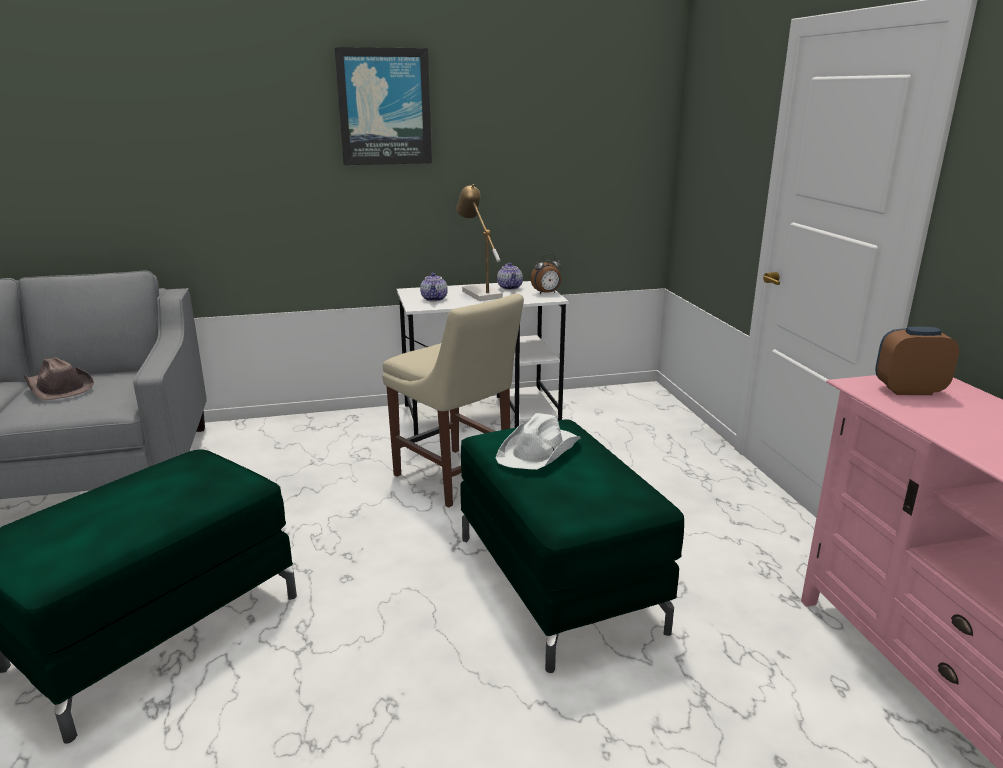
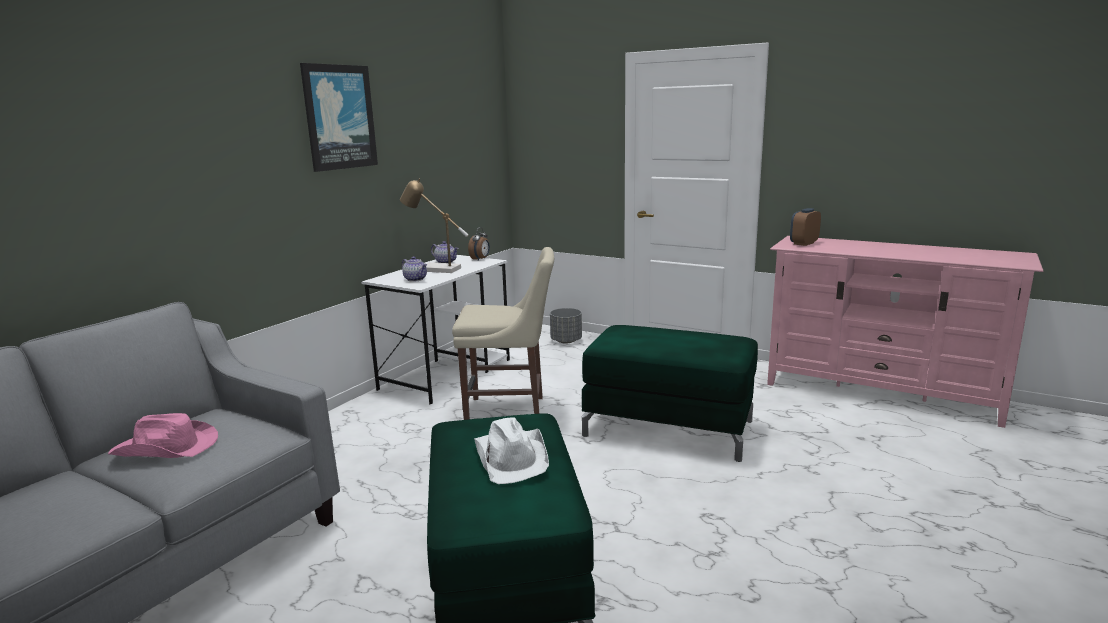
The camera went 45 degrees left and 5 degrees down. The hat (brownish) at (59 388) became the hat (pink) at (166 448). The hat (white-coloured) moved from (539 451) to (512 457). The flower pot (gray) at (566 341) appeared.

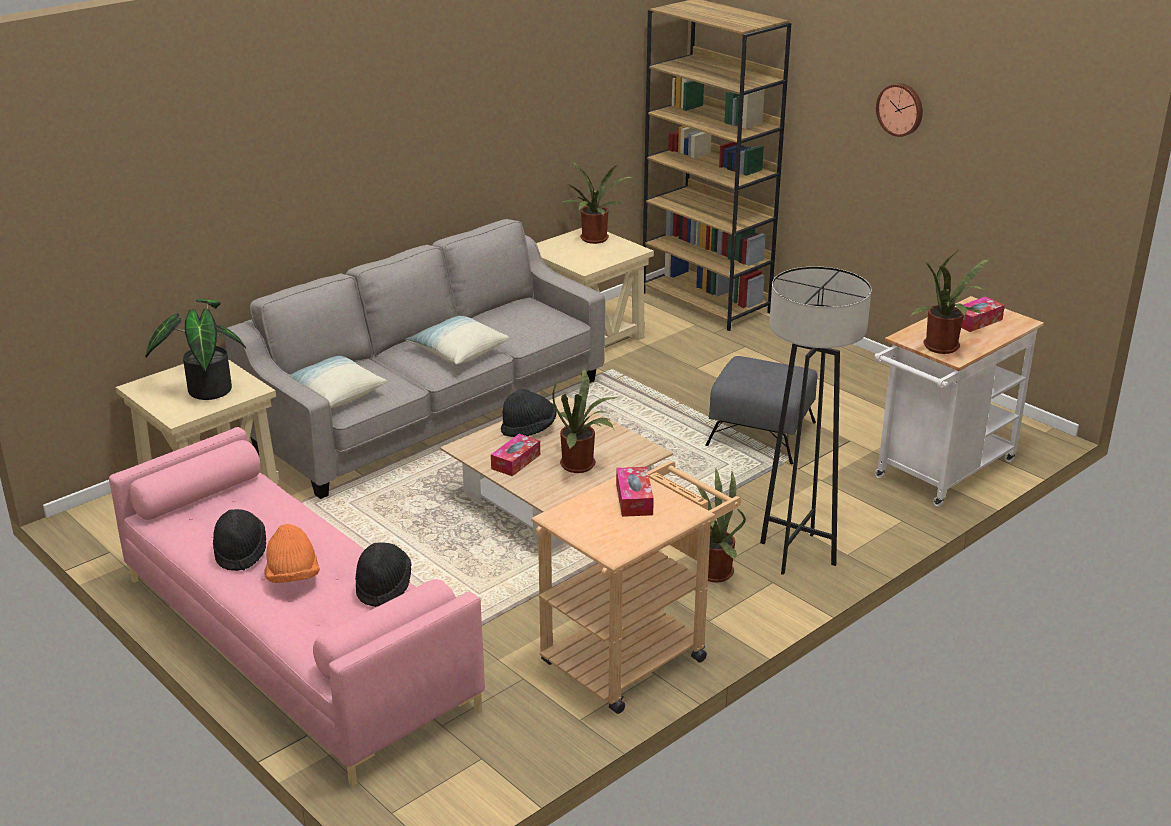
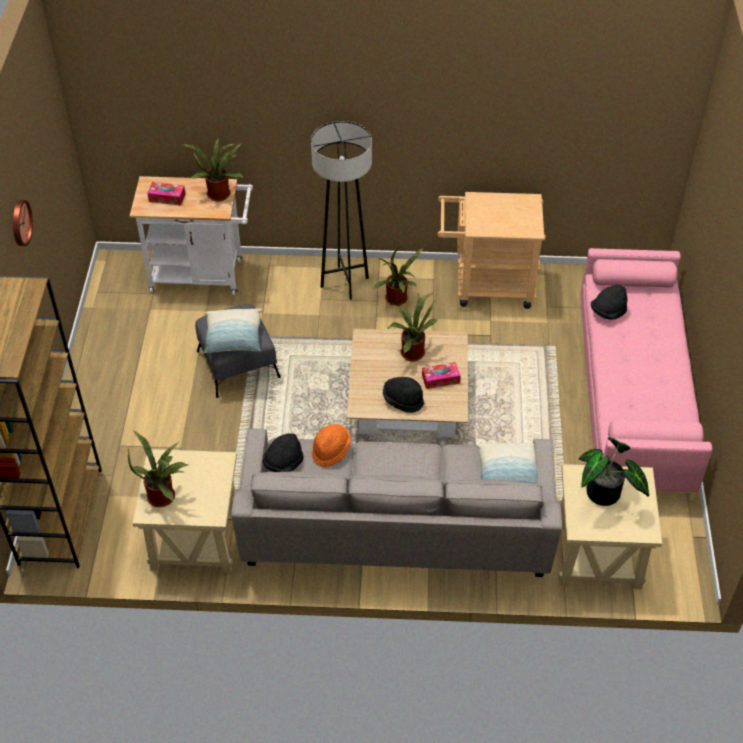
The camera went 135 degrees left and 20 degrees up. The pillow moved from (458 352) to (234 338). The hat (black) moved from (240 552) to (283 463). The hat (orange-coloured) moved from (293 577) to (331 450). The box of tissues at (634 499) disappeared.

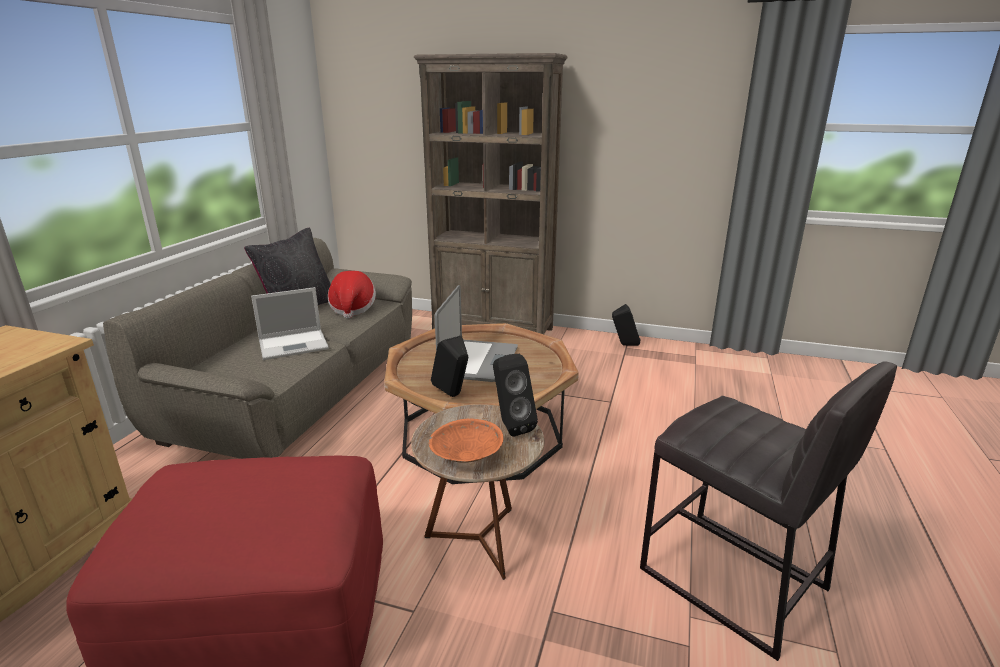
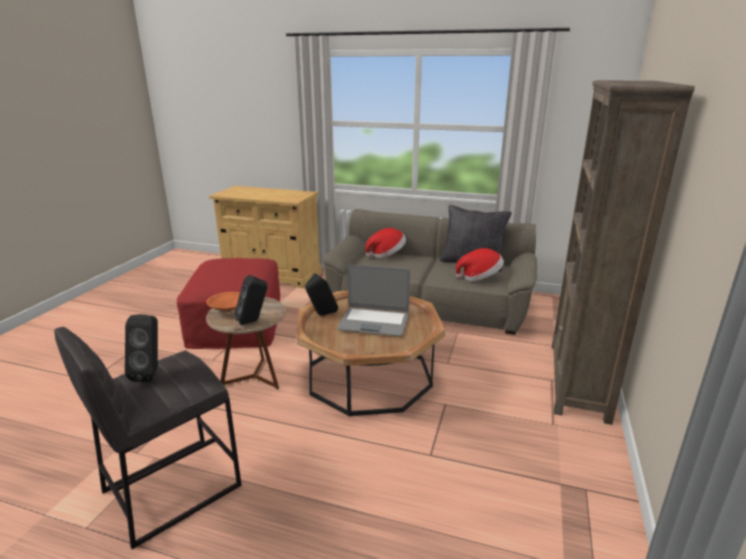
The camera went 90 degrees right and 0 degrees up. The audio speaker (black) moved from (624 345) to (151 373). The hat at (386 254) appeared. The laptop at (295 344) disappeared.

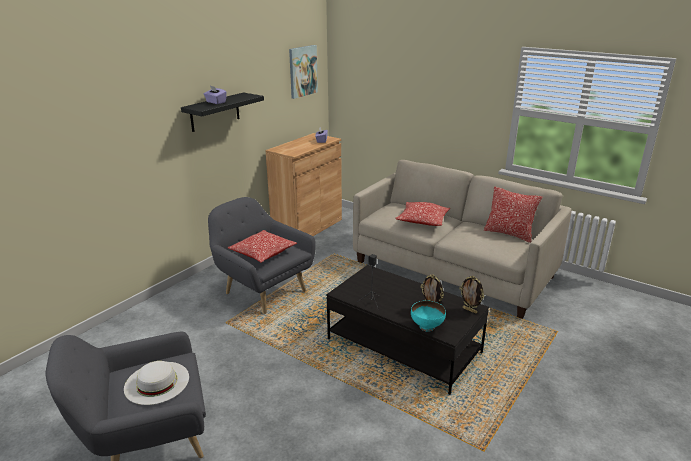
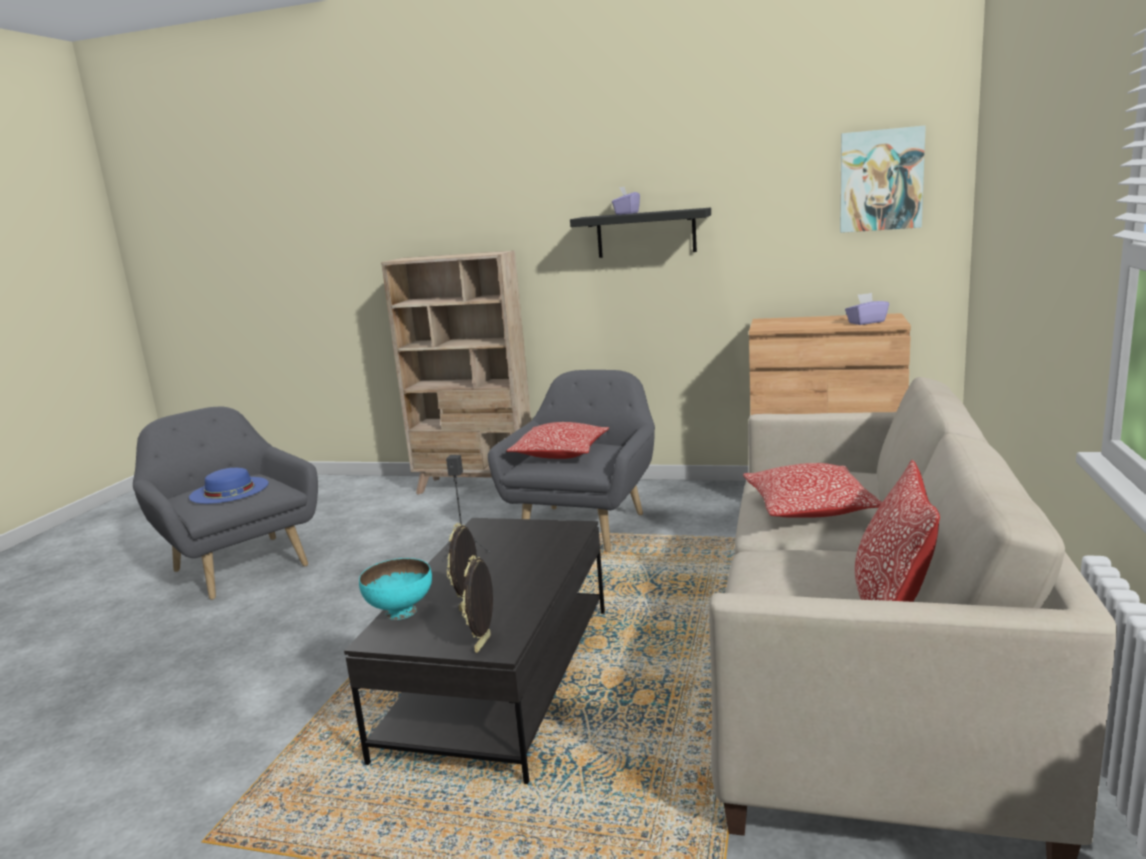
The camera went 70 degrees right and 10 degrees down. The hat (white-coloured) at (157 382) became the hat (blue) at (229 490). The bookcase (beige) at (476 487) appeared.

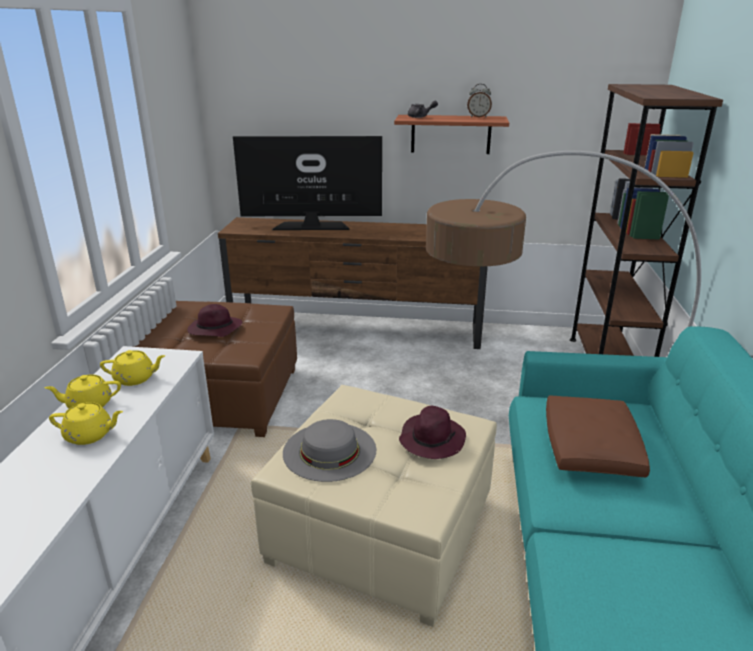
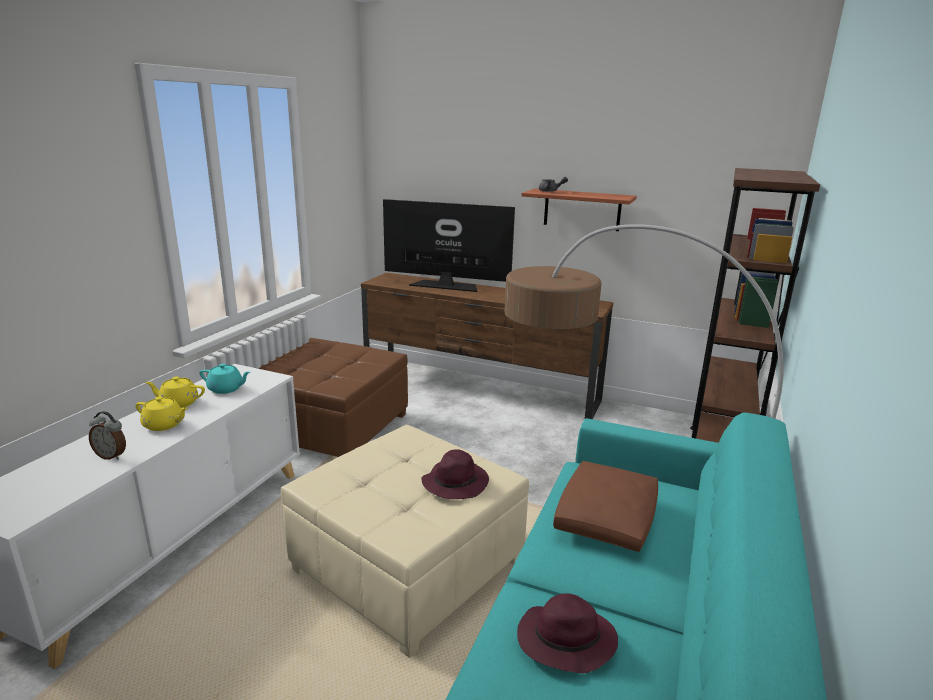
The camera went 15 degrees right and 5 degrees down. The bedside clock moved from (478 117) to (111 456). The tea pot (yellow) at (135 378) became the tea pot (turquoise-coloured) at (226 389). The hat (purple-coloured) moved from (214 330) to (564 641). The hat (gray) at (329 451) disappeared.

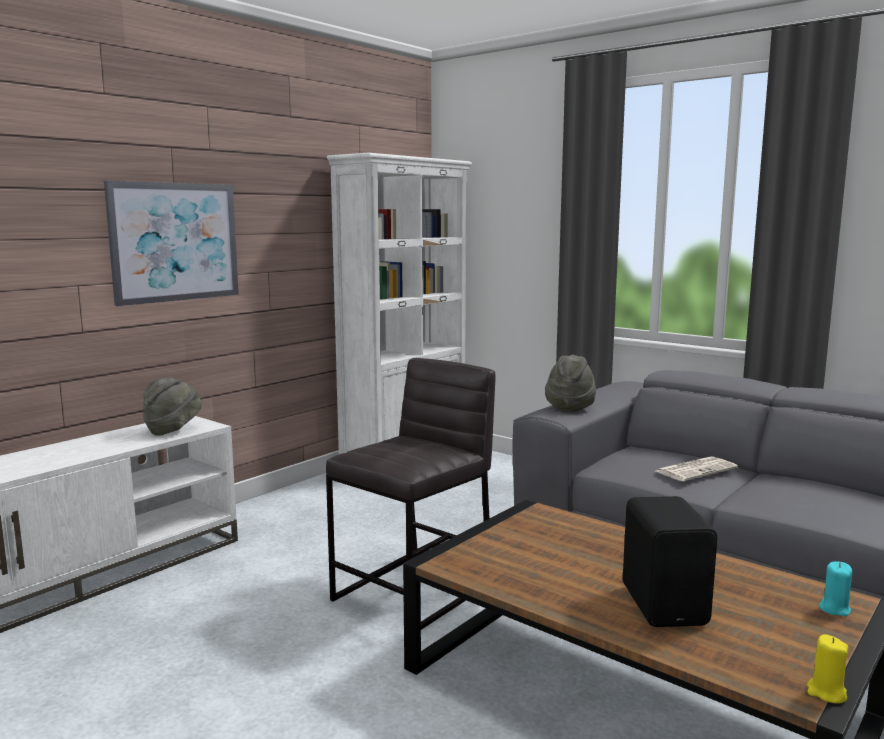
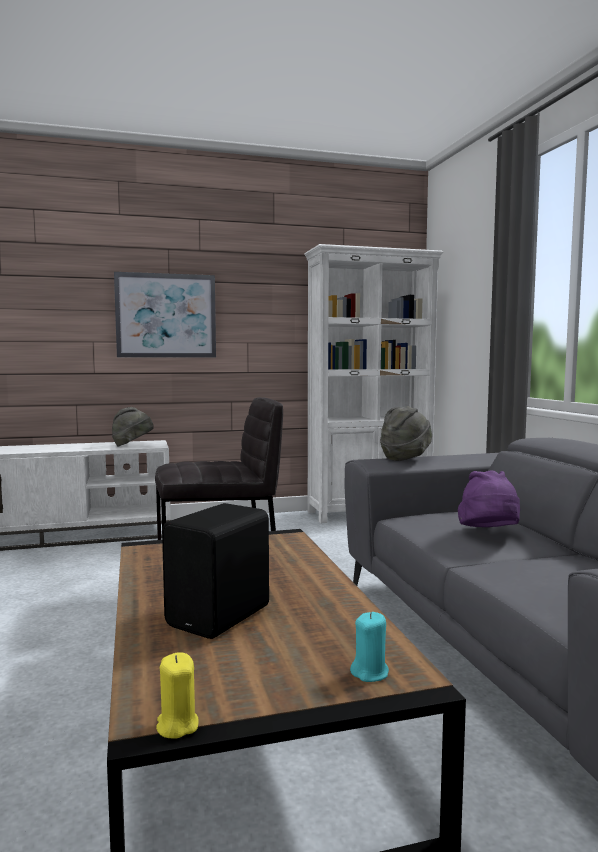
The camera went 35 degrees right and 5 degrees down. The printed paper at (696 470) was replaced by the hat (purple-coloured) at (489 533).

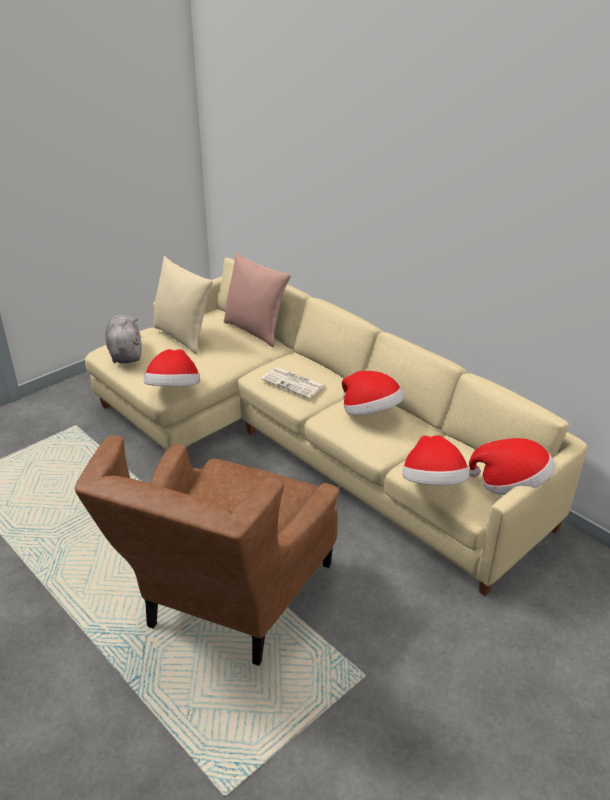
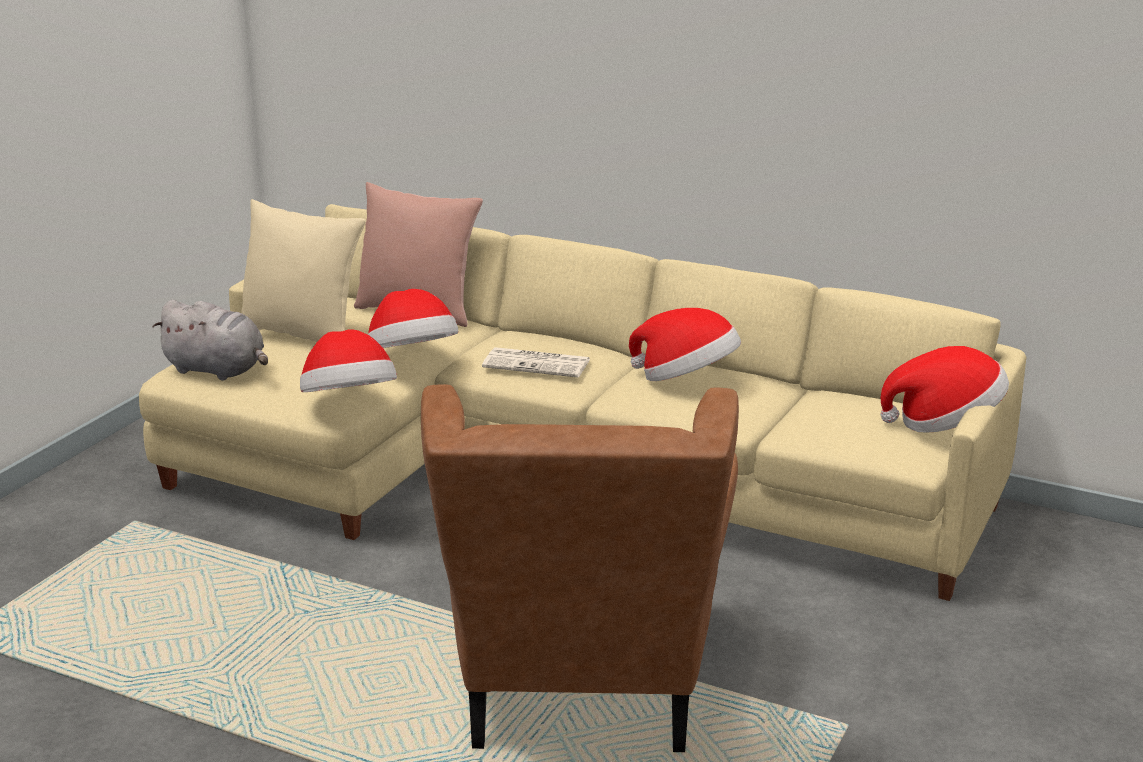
The camera went 20 degrees left and 10 degrees down. The cuddly toy (gray) at (125 353) turned 150 degrees clockwise. The hat moved from (433 485) to (412 358).

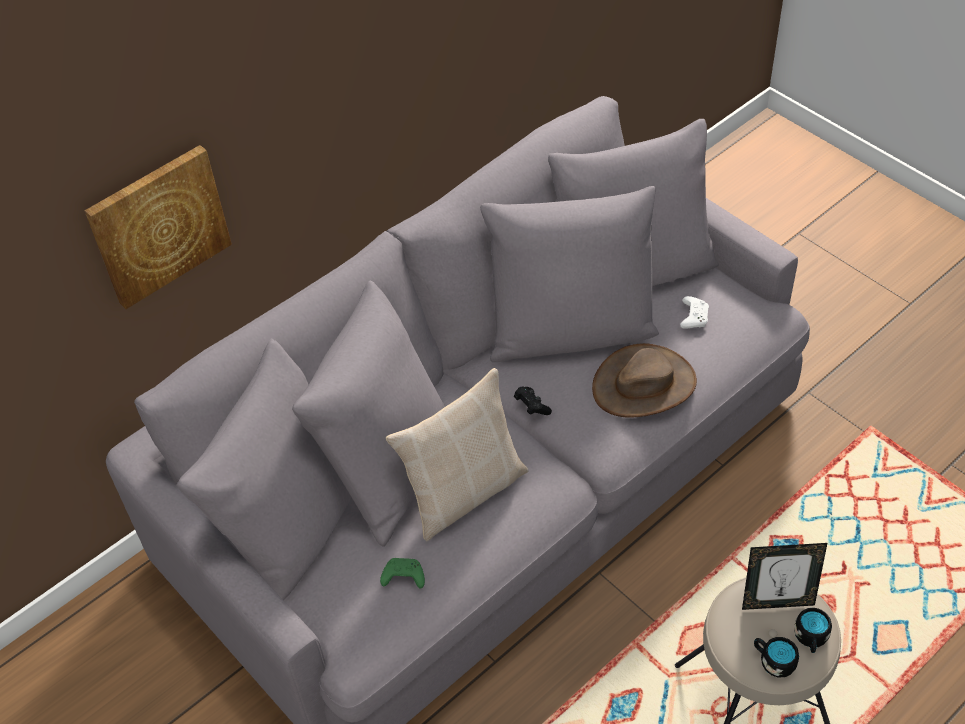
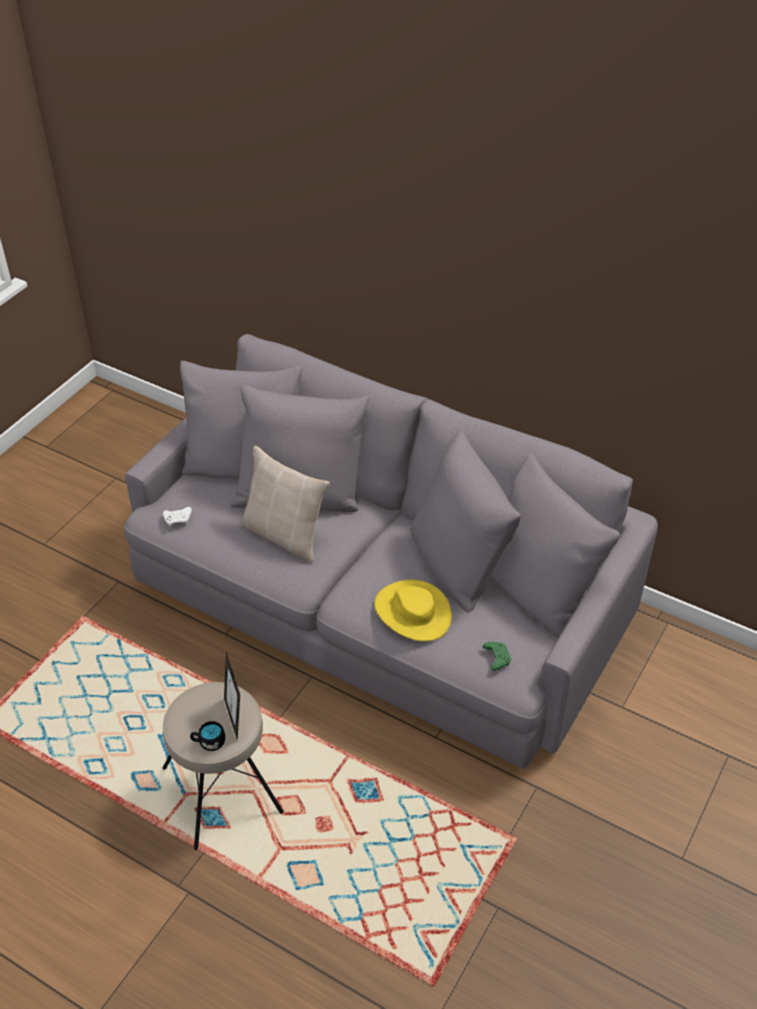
The camera went 70 degrees right and 5 degrees down. The gamepad (white-coloured) moved from (693 317) to (178 519). The hat (brownish) at (644 384) became the hat (yellow) at (413 612). The gamepad (green) moved from (403 577) to (496 658). The picture at (158 225) disappeared. The gamepad (black) at (531 406) disappeared. The coffee mug (black) at (773 660) disappeared.

